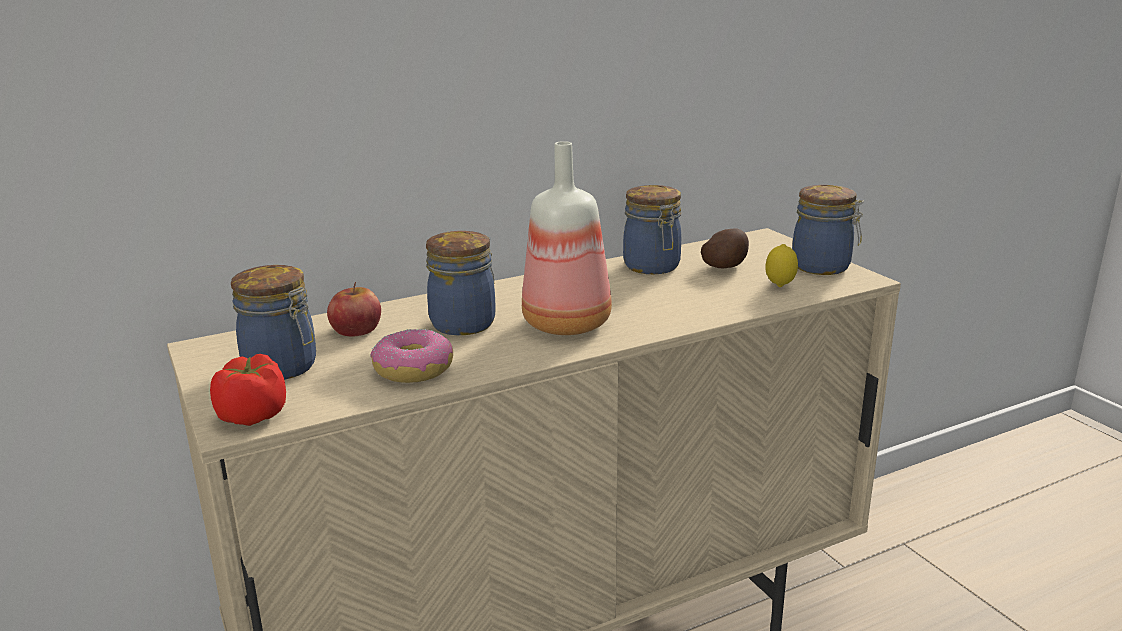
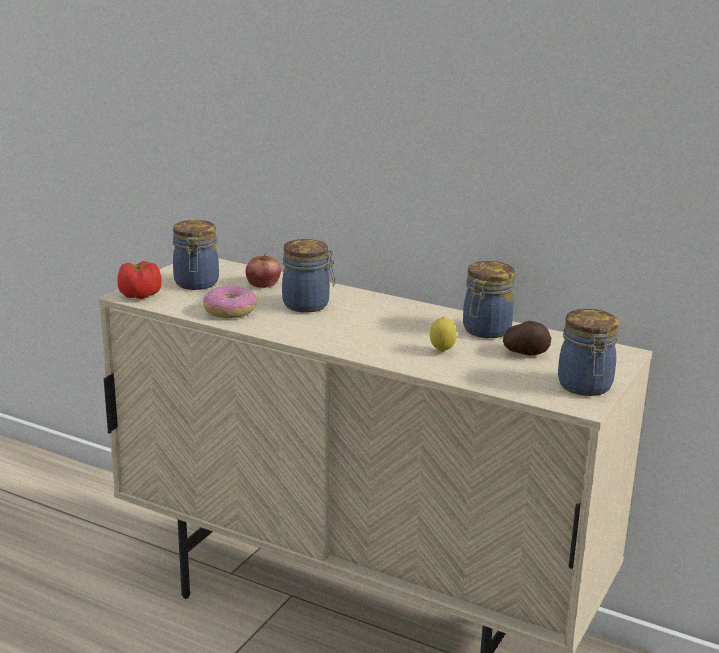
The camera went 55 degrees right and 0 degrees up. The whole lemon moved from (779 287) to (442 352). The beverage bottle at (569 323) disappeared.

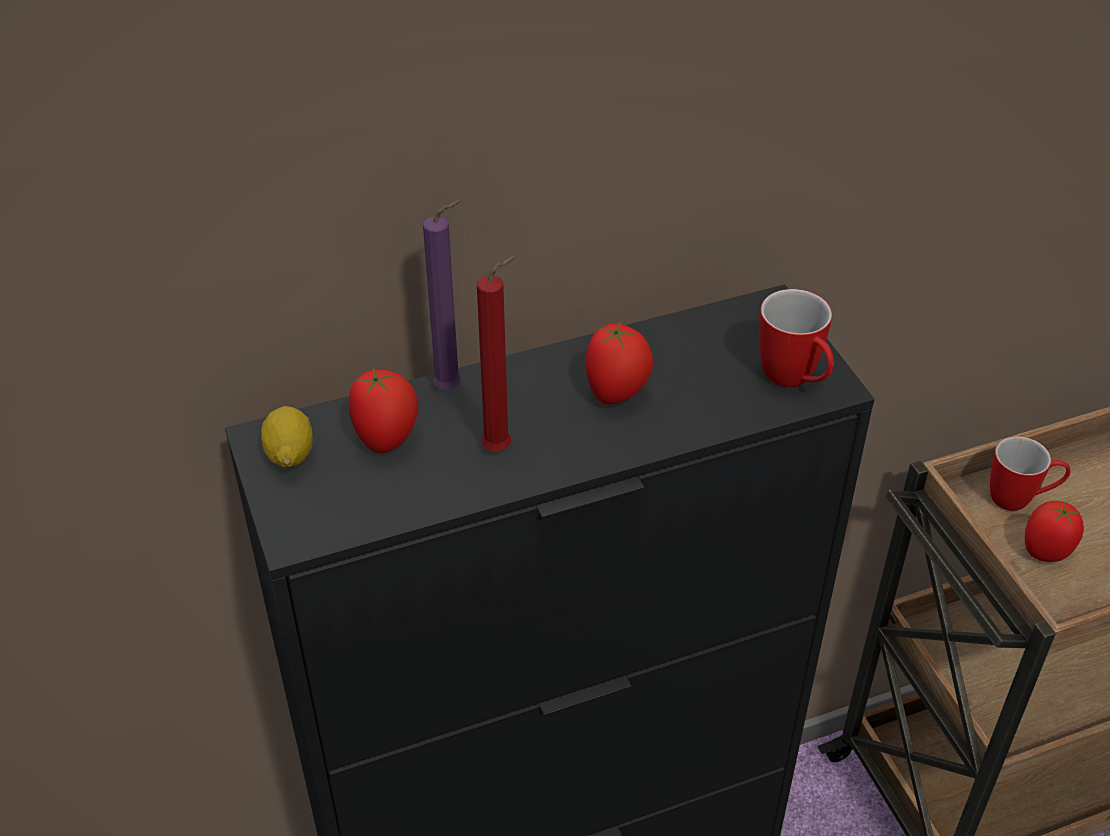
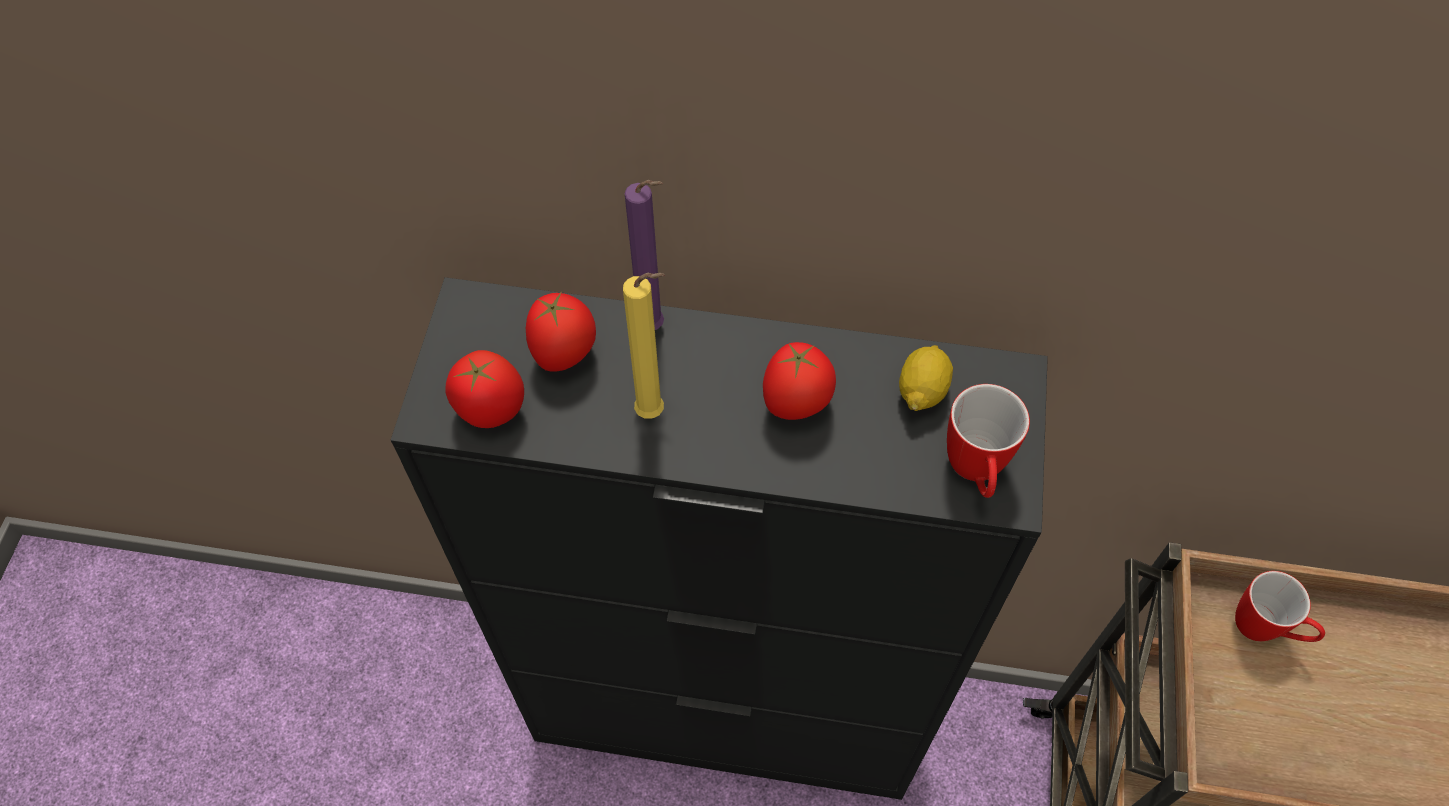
The camera went 30 degrees right and 15 degrees up. The tomato moved from (1046 551) to (491 411). The wax light (red) at (501 448) became the wax light (yellow) at (654 413). The whole lemon moved from (290 454) to (922 390).

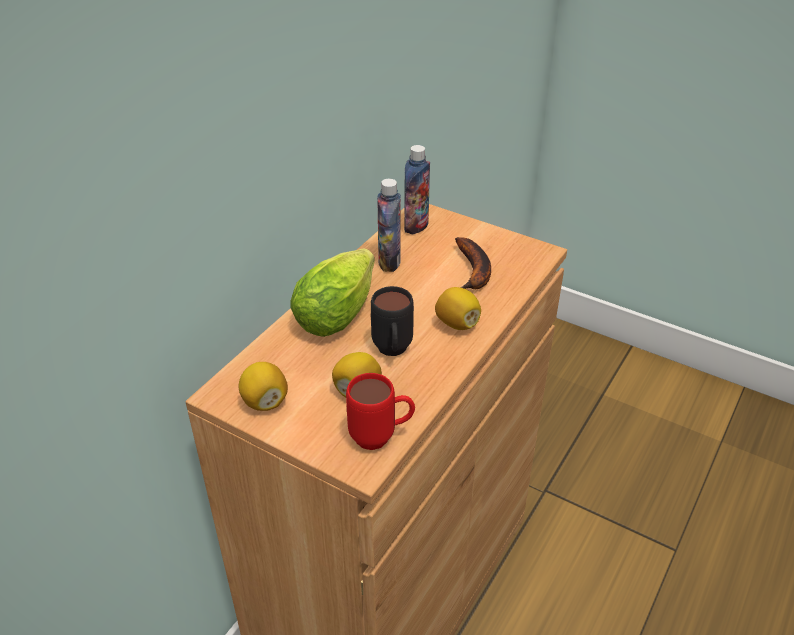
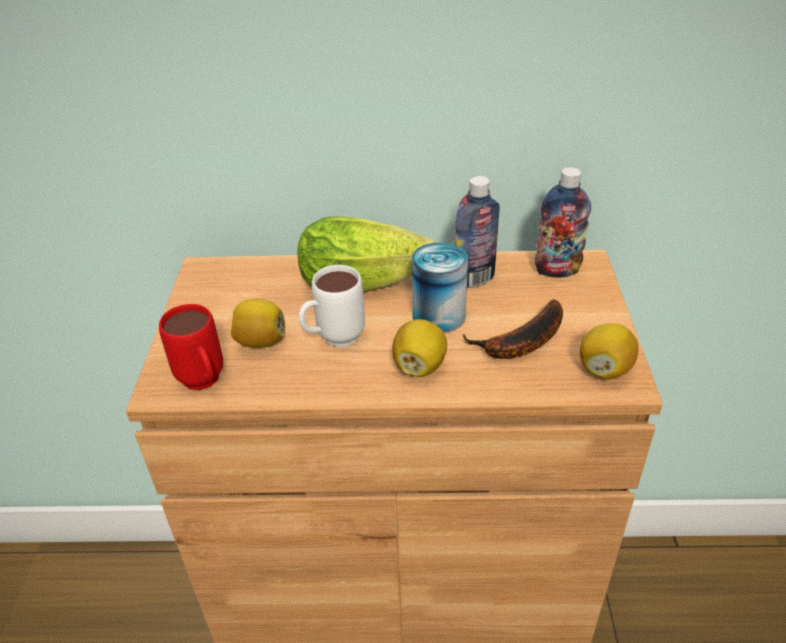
The camera went 60 degrees right and 0 degrees up. The coffee mug (black) at (392 352) became the coffee mug (white-coloured) at (333 340). The sealed can at (438 316) appeared. The whole lemon moved from (264 401) to (604 369).

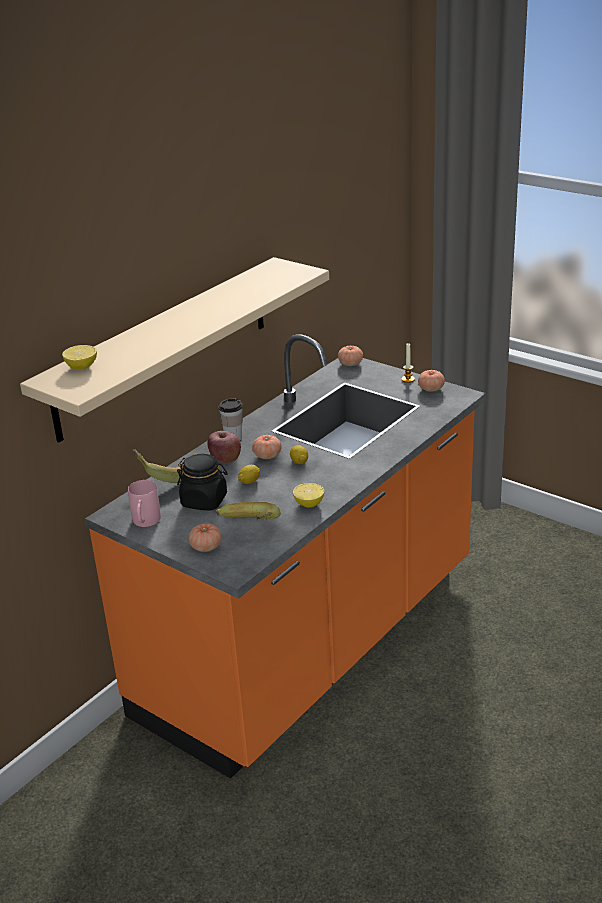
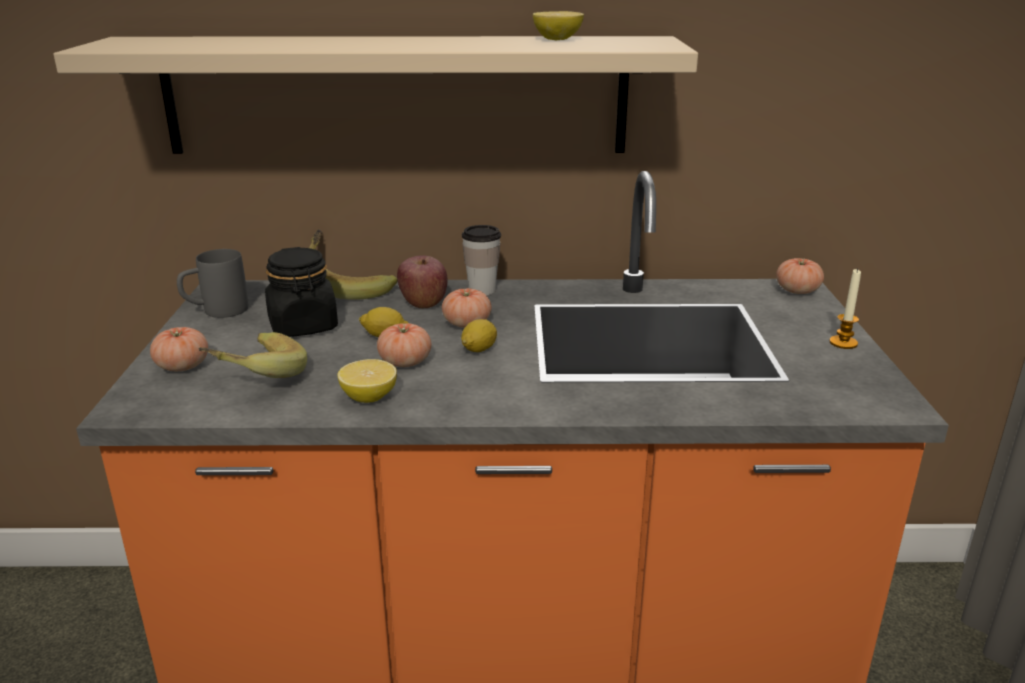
The camera went 50 degrees right and 5 degrees down. The coffee mug (pink) at (145 523) became the coffee mug (gray) at (216 312). The tomato moved from (431 389) to (405 362). The whole lemon moved from (82 367) to (557 39).

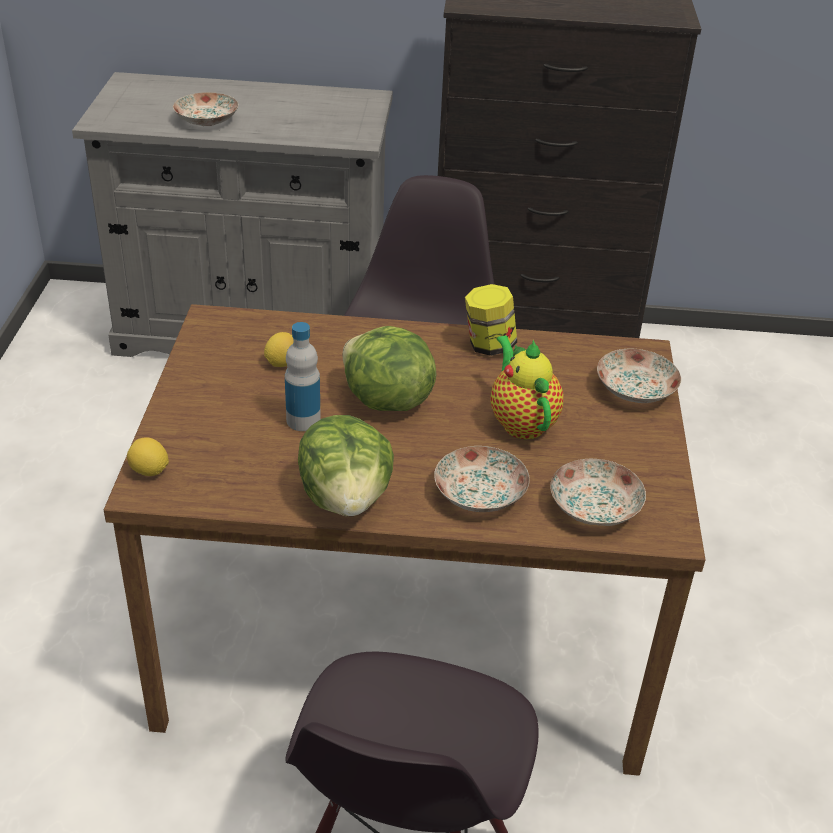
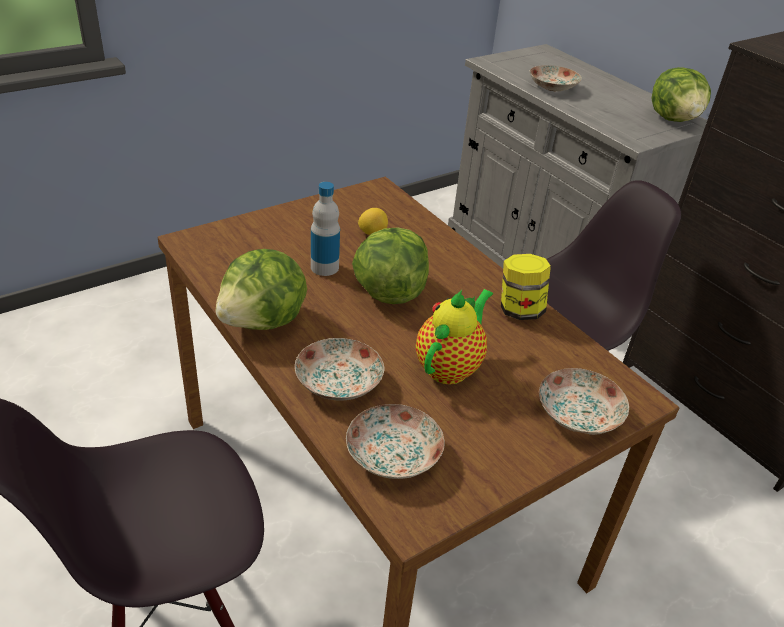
The camera went 50 degrees right and 0 degrees up. The lettuce head at (674 119) appeared. The whole lemon at (149 471) disappeared.

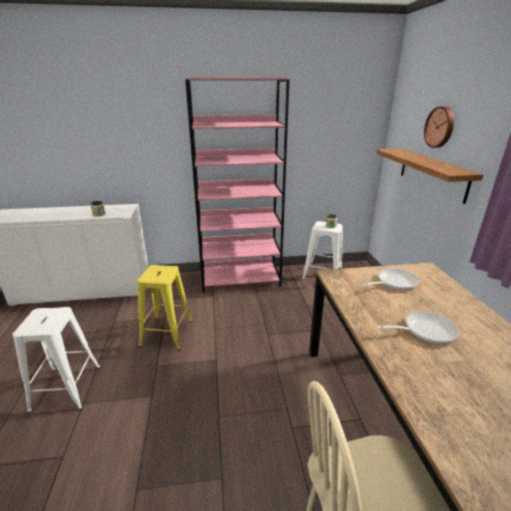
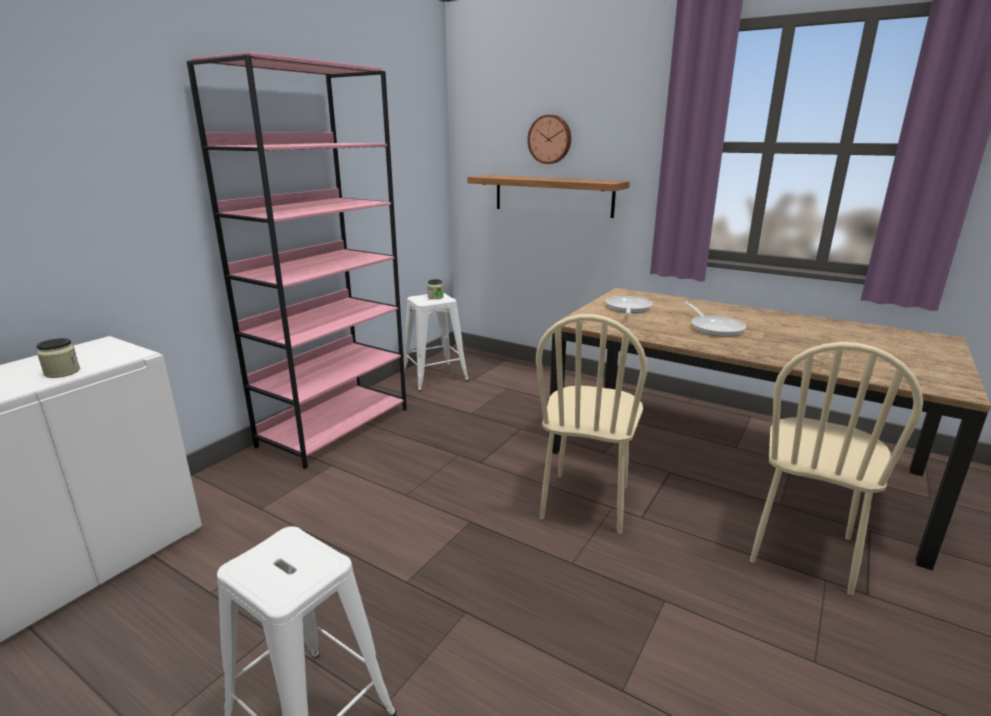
The camera went 50 degrees left and 5 degrees down. The upright chair (beige) at (586 502) appeared. The frying pan at (424 330) turned 135 degrees clockwise. The stool (yellow) at (167 333) disappeared.

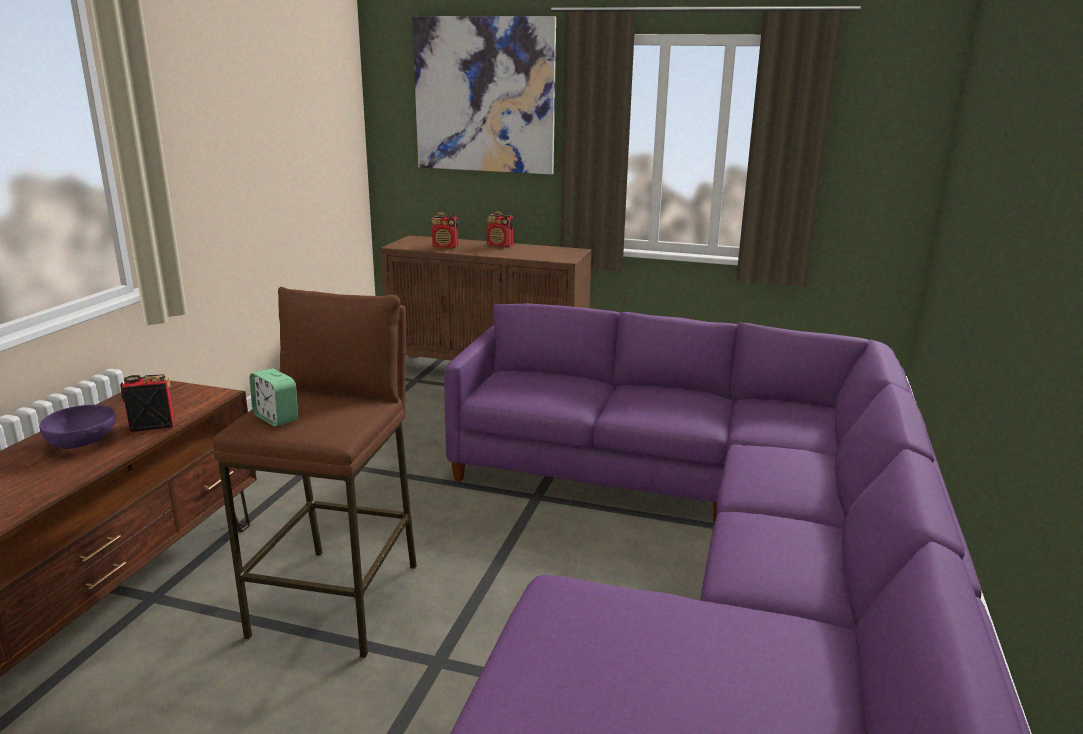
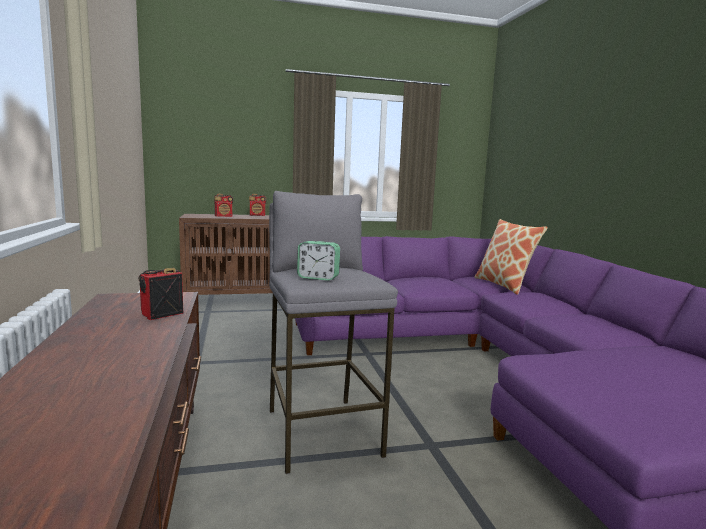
The camera went 30 degrees left and 10 degrees down. The stool (brownish) at (339 599) became the stool (gray) at (322 432). The pillow at (504 285) appeared. The bowl (purple-coloured) at (83 443) disappeared. The picture at (484 95) disappeared.

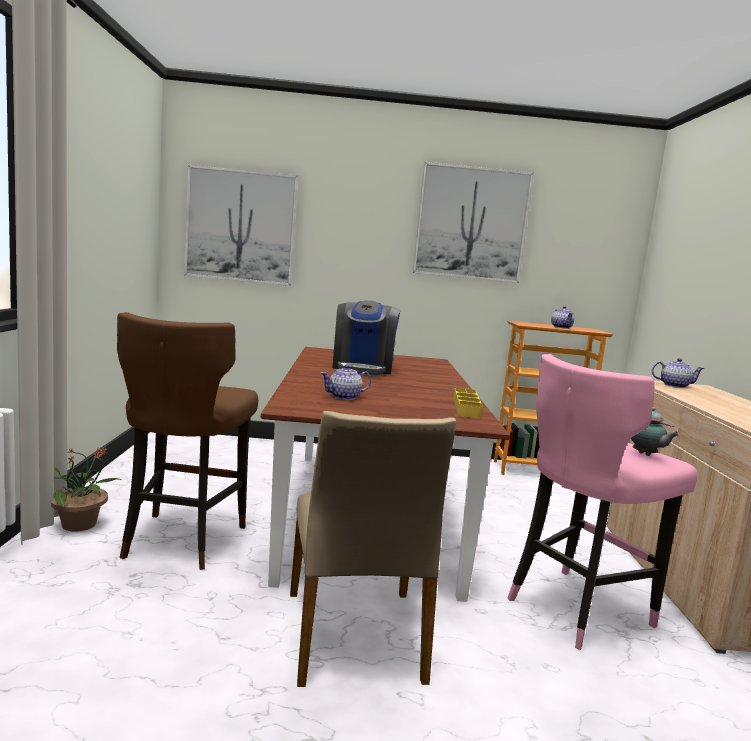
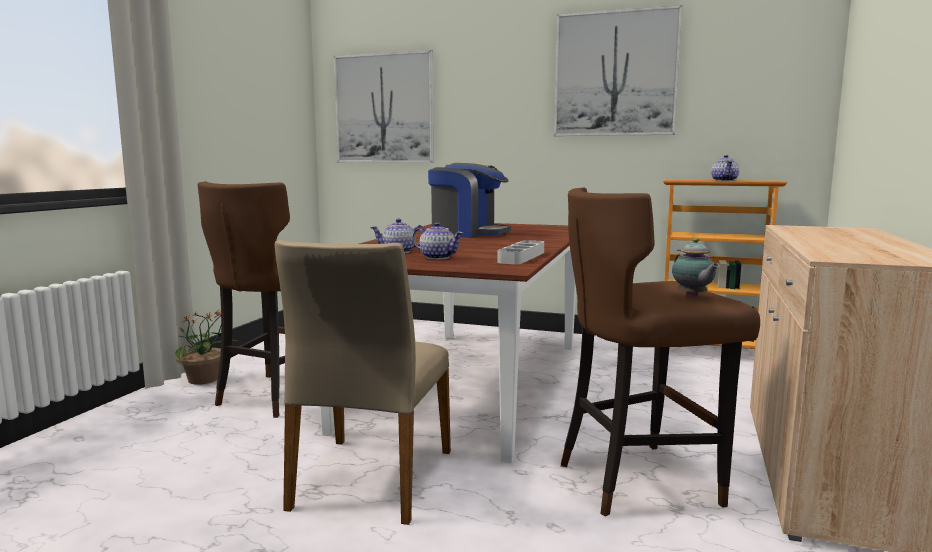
The camera went 20 degrees right and 0 degrees up. The tea pot moved from (674 385) to (437 257). The coffee machine at (363 368) turned 90 degrees counterclockwise. The tray (yellow) at (466 407) became the tray (gray) at (521 257). The stool (pink) at (577 608) became the stool (brownish) at (638 480).

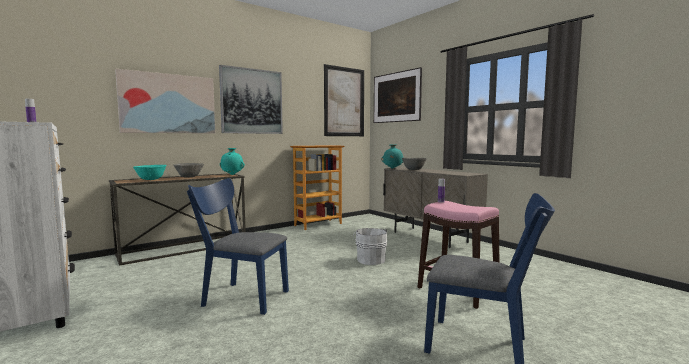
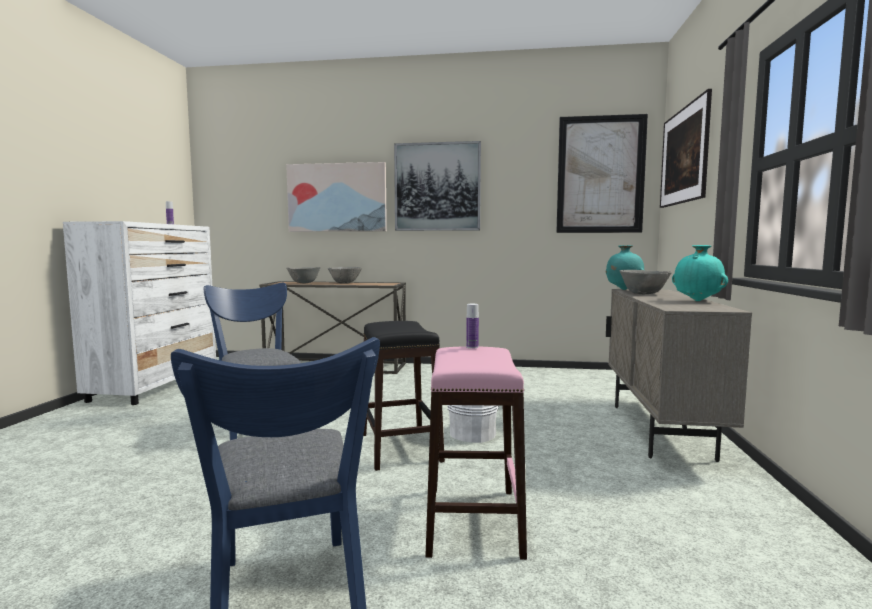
The camera went 45 degrees right and 0 degrees up. The bowl (turquoise-coloured) at (151 180) became the bowl (gray) at (304 283). The stool (black) at (399 447) appeared. The vase (turquoise-coloured) moved from (232 174) to (698 301). The bookcase at (318 224) disappeared.

